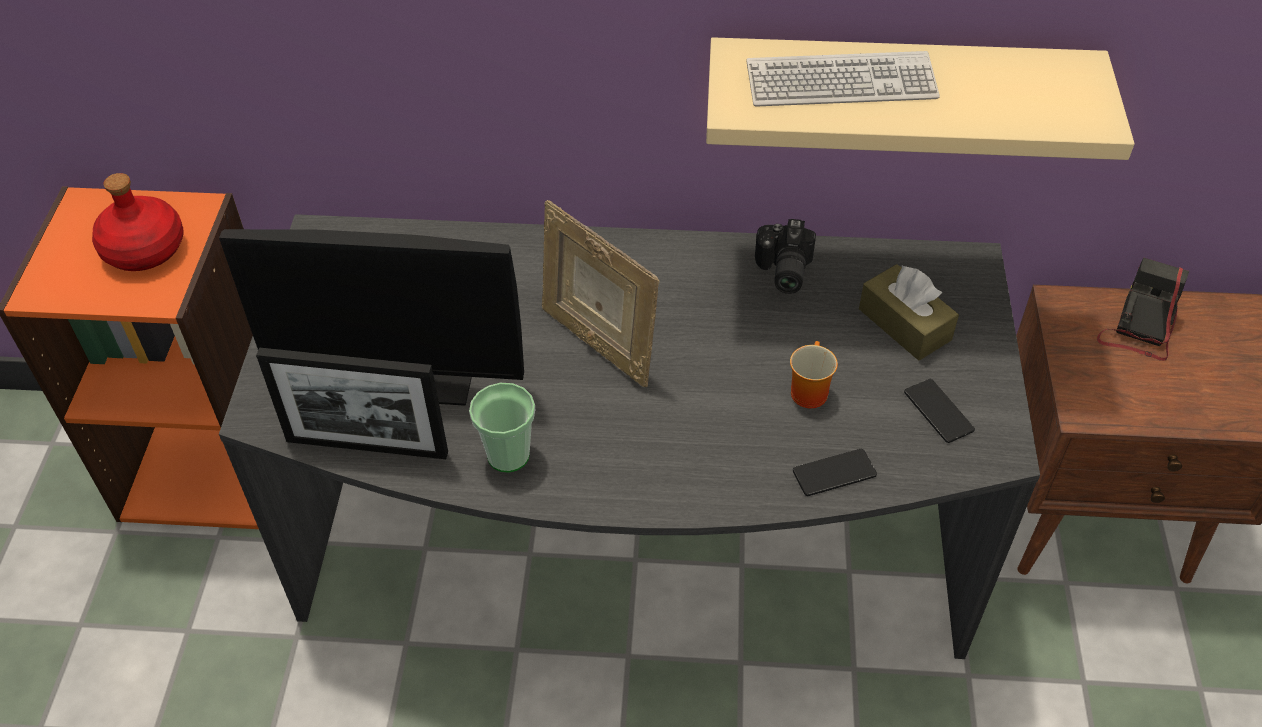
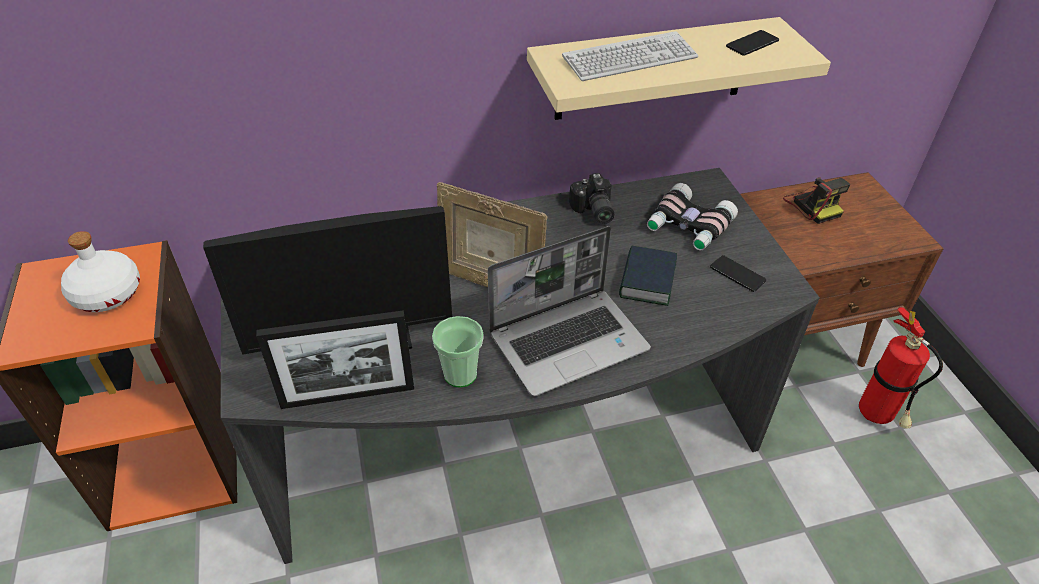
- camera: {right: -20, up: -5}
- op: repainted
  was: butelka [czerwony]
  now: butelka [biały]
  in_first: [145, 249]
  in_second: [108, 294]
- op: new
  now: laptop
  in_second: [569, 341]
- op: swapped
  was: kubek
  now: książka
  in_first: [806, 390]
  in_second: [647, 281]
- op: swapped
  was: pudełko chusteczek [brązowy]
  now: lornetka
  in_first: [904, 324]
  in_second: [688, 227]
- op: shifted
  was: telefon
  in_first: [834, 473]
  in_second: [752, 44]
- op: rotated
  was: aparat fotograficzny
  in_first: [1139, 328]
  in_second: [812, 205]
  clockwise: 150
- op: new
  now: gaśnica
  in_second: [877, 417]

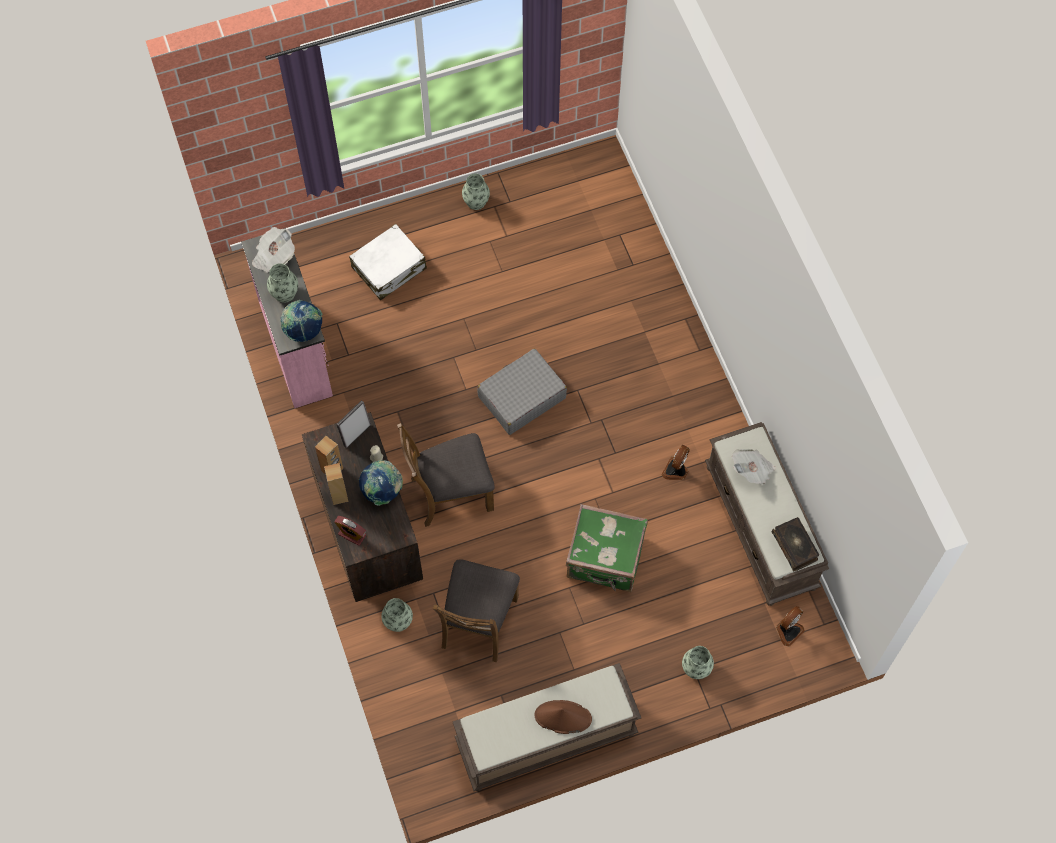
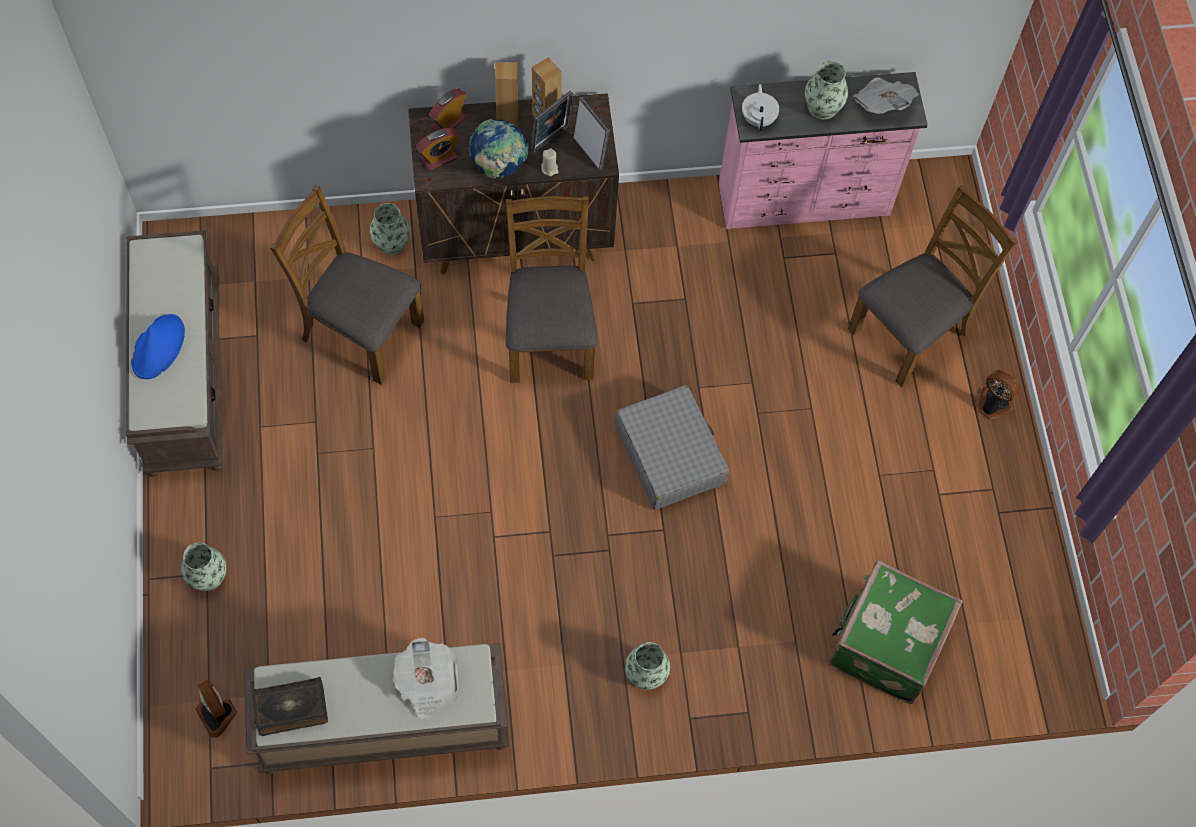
- camera: {right: 100, up: 0}
- op: repainted
  was: kapelusz [brązowy]
  now: kapelusz [niebieski]
  in_first: [562, 717]
  in_second: [158, 347]
- op: new
  now: budzik
  in_second: [439, 158]
- op: new
  now: ramka na zdjęcie
  in_second: [551, 140]
- op: shifted
  was: wazon
  in_first: [476, 201]
  in_second: [646, 674]
- op: swapped
  was: globus
  now: imbryk [biały]
  in_first: [304, 331]
  in_second: [759, 118]
- op: shifted
  was: walizka [zielony]
  in_first: [605, 559]
  in_second: [885, 644]
- op: swapped
  was: walizka [biały]
  now: krzesło [brązowy]
  in_first: [389, 268]
  in_second: [910, 332]
- op: shifted
  was: wentylator
  in_first: [676, 470]
  in_second: [992, 405]

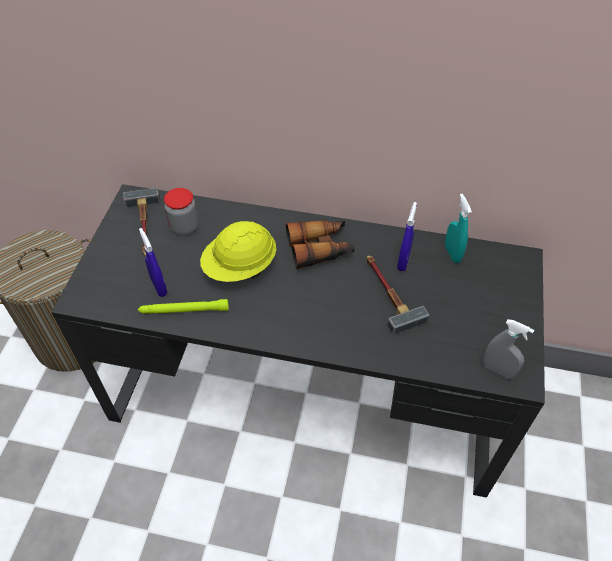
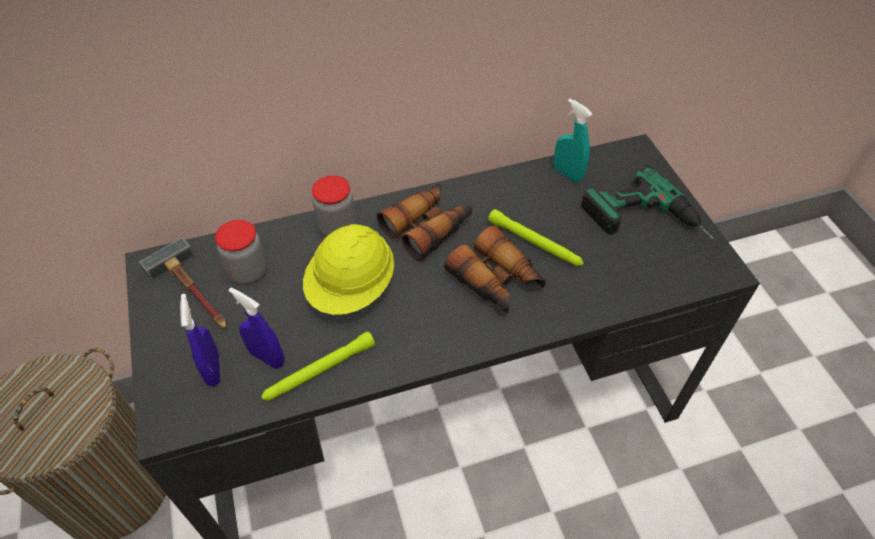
- camera: {right: -30, up: 0}
- op: shifted
  was: spryskiwacz [niebieski]
  in_first: [403, 261]
  in_second: [213, 370]
- op: new
  now: słoik
  in_second: [337, 227]
- op: new
  now: lornetka
  in_second: [497, 282]
- op: swapped
  was: młotek
  now: latarka [zielony]
  in_first: [388, 293]
  in_second: [535, 243]
- op: new
  now: wiertarka
  in_second: [647, 222]
- op: gone
  was: spryskiwacz [szary]
  in_first: [498, 370]

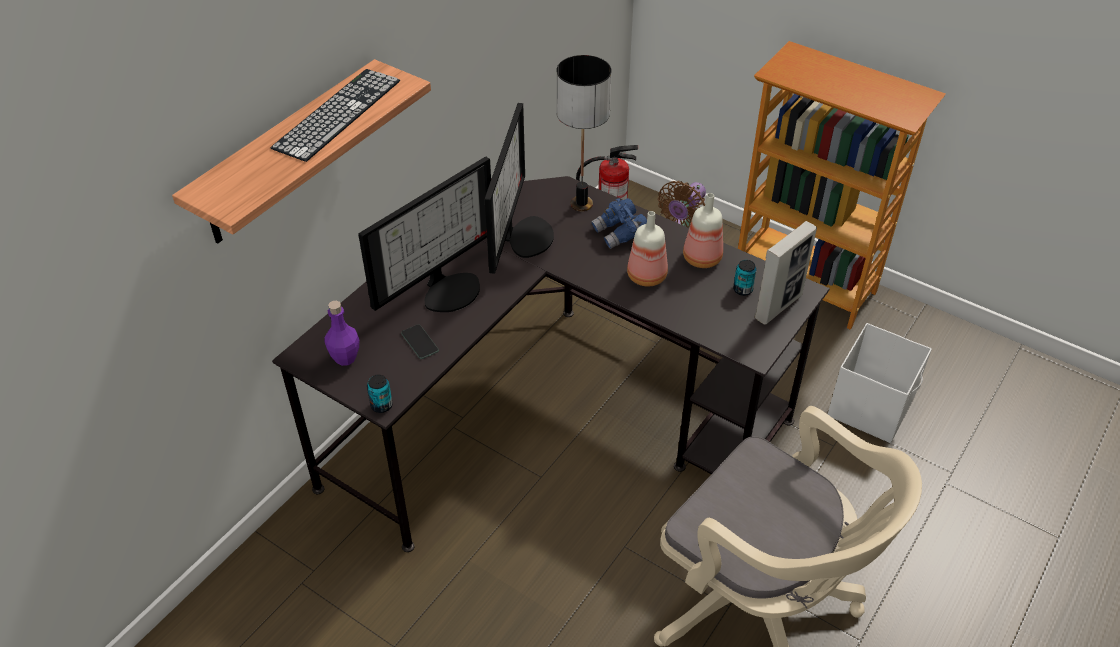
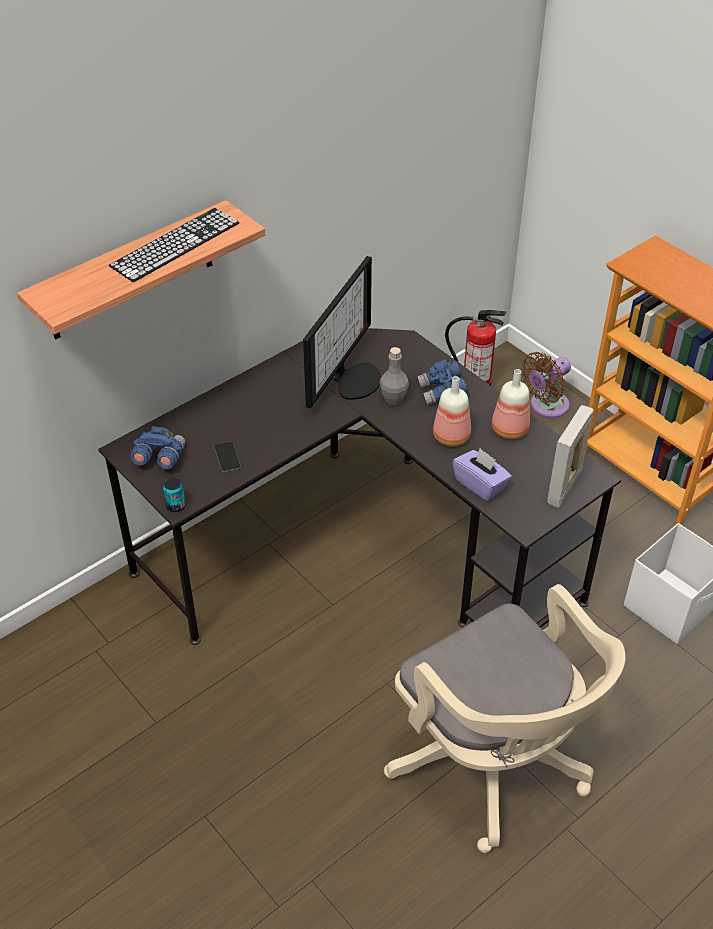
- camera: {right: 15, up: 0}
- op: swapped
  was: butelka [fioletowy]
  now: lornetka [niebieski]
  in_first: [345, 358]
  in_second: [159, 458]
- op: new
  now: butelka [szary]
  in_second: [393, 399]
- op: new
  now: pudełko chusteczek [fioletowy]
  in_second: [480, 485]
- op: rotated
  was: ramka na zdjęcie
  in_first: [778, 307]
  in_second: [564, 488]
  clockwise: 150
- op: gone
  was: monitor
  in_first: [448, 289]
- op: gone
  was: lampa stołowa
  in_first: [581, 204]
- op: gone
  was: puszka
  in_first: [742, 290]

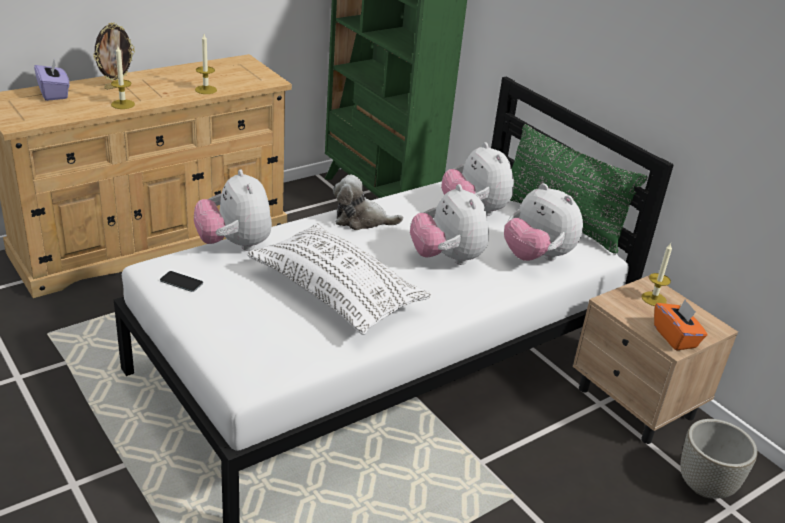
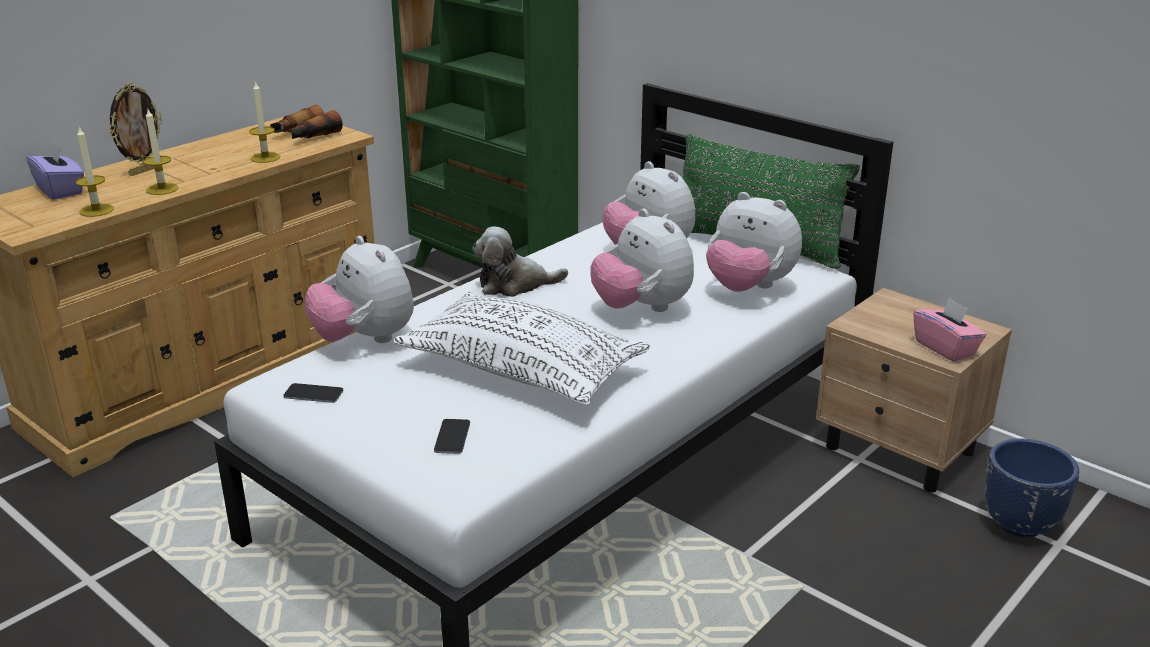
- camera: {right: -10, up: -5}
- op: shifted
  was: świeca
  in_first: [654, 299]
  in_second: [96, 210]
- op: new
  now: lornetka
  in_second: [305, 135]
- op: new
  now: telefon
  in_second: [452, 437]
- op: repainted
  was: pudełko chusteczek [pomarańczowy]
  now: pudełko chusteczek [różowy]
  in_first: [675, 337]
  in_second: [945, 348]
- op: repainted
  was: donica [szary]
  now: donica [niebieski]
  in_first: [706, 486]
  in_second: [1020, 525]

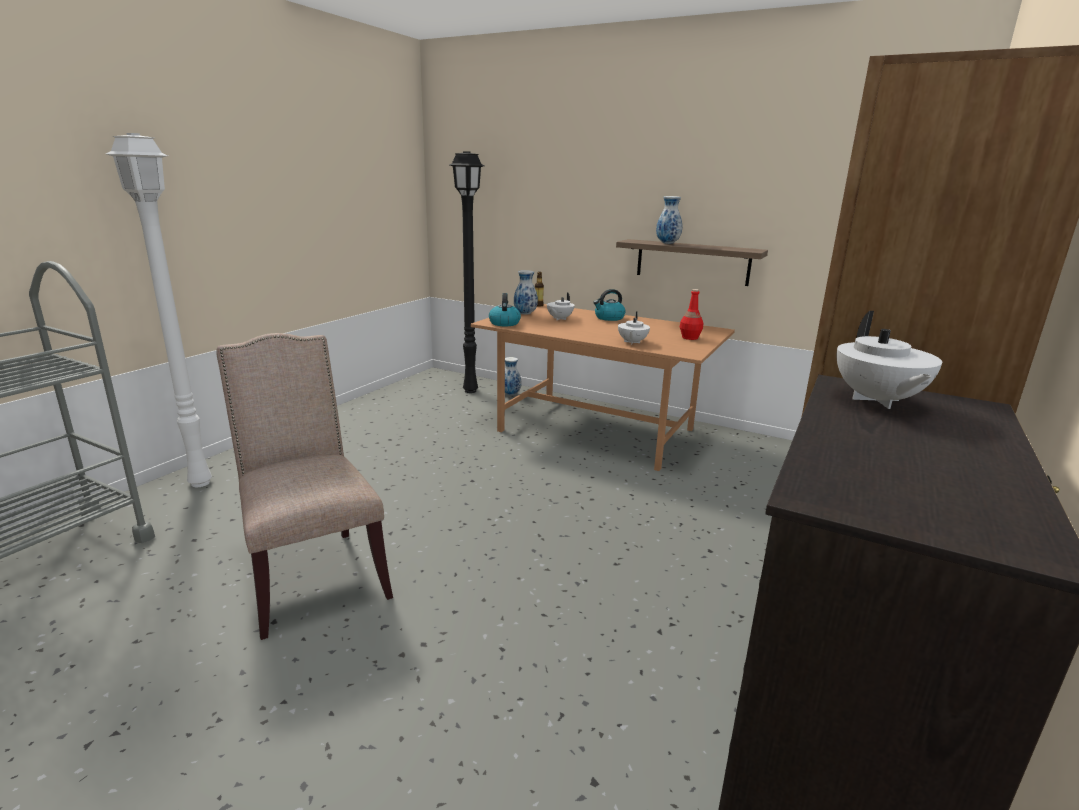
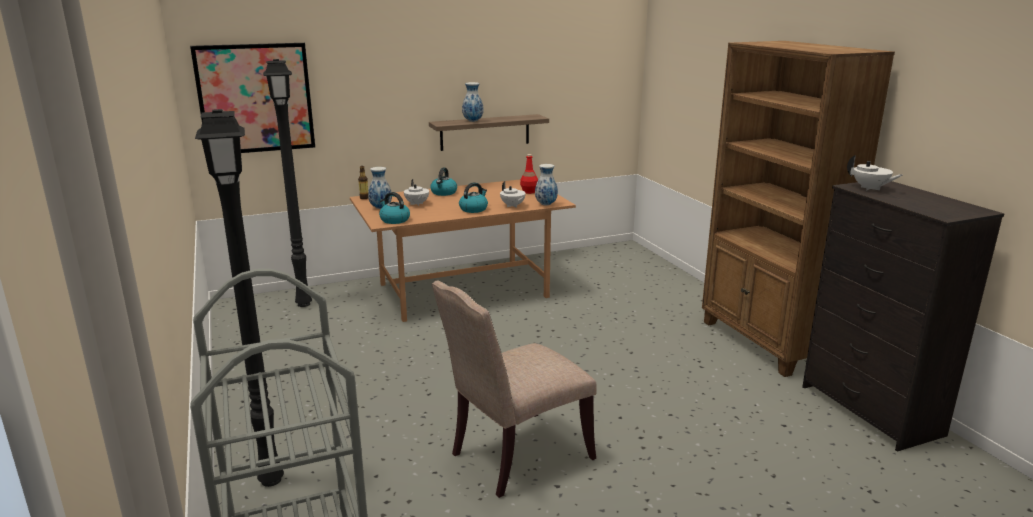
- camera: {right: -50, up: 0}
- op: new
  now: obraz
  in_second: [255, 98]
- op: repainted
  was: lampa stojąca [biały]
  now: lampa stojąca [czarny]
  in_first: [200, 484]
  in_second: [273, 481]
- op: rotated
  was: krzesło [beżowy]
  in_first: [313, 575]
  in_second: [516, 457]
  clockwise: -45
- op: new
  now: czajnik
  in_second: [473, 209]
- op: shifted
  was: wazon
  in_first: [510, 394]
  in_second: [546, 204]

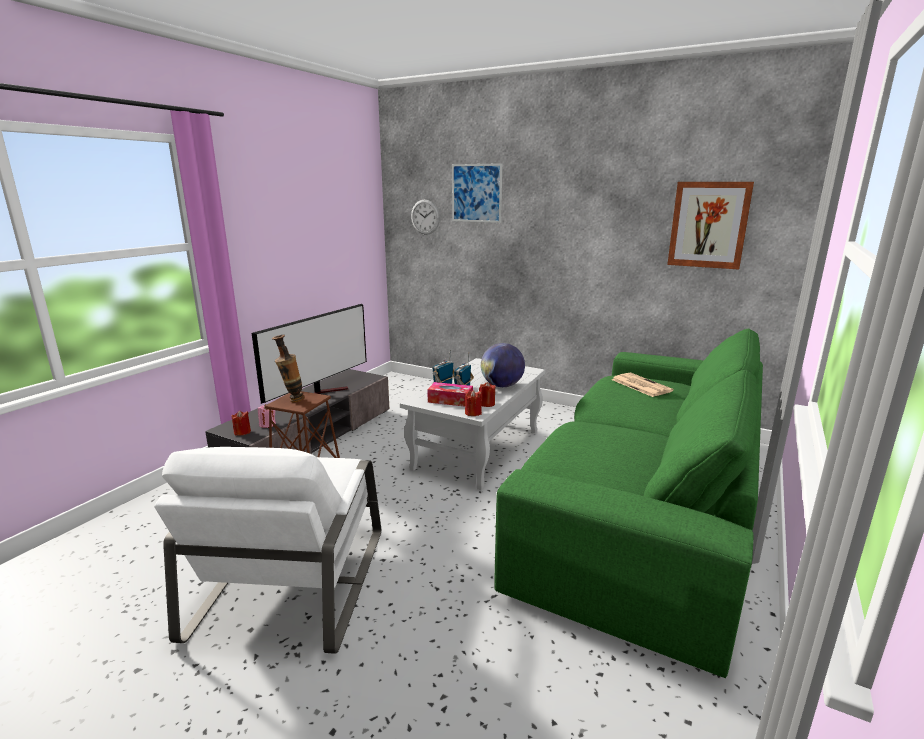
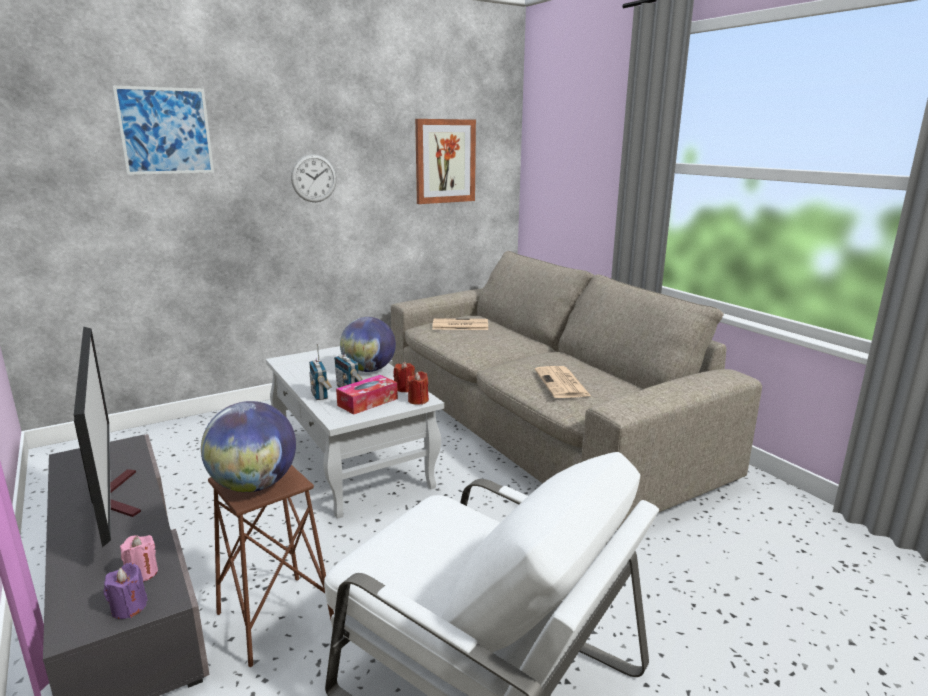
- camera: {right: -60, up: 0}
- op: repainted
  was: świeca [czerwony]
  now: świeca [fioletowy]
  in_first: [242, 432]
  in_second: [129, 607]
- op: swapped
  was: wazon
  now: globus
  in_first: [292, 400]
  in_second: [254, 485]
- op: shifted
  was: zegar ścienny
  in_first: [425, 217]
  in_second: [314, 178]
- op: repainted
  was: kanapa [zielony]
  now: kanapa [beżowy]
  in_first: [645, 502]
  in_second: [536, 422]
- op: new
  now: gazeta
  in_second: [562, 383]

